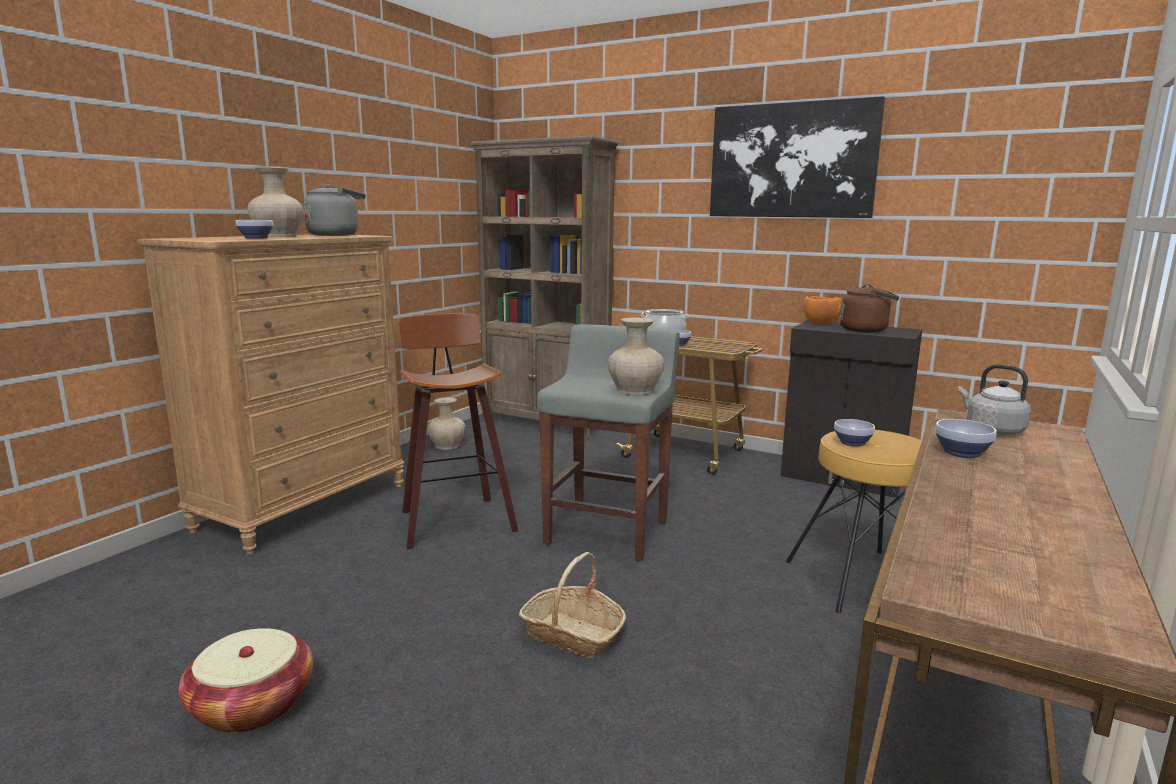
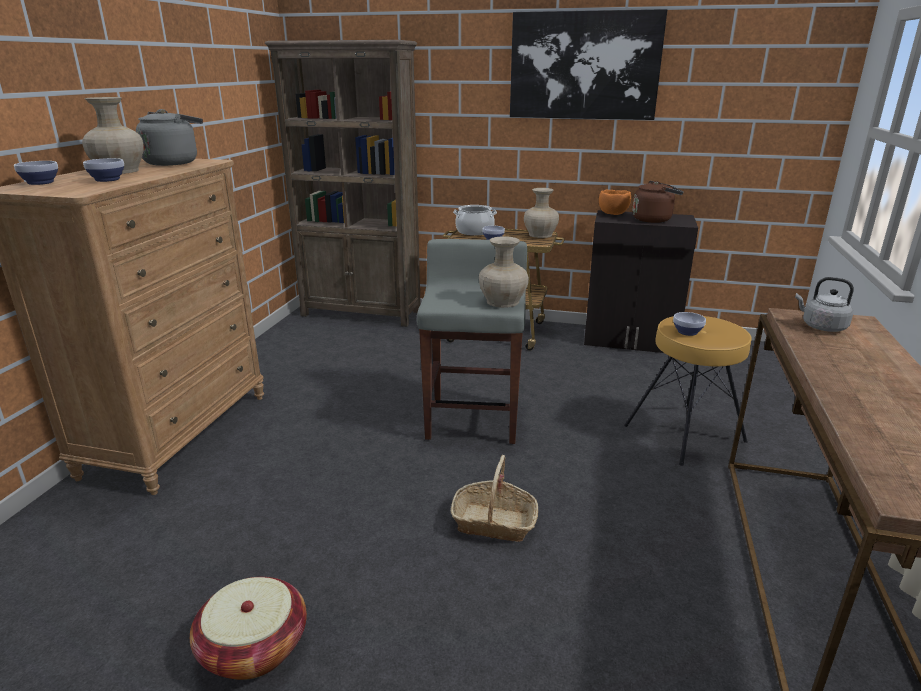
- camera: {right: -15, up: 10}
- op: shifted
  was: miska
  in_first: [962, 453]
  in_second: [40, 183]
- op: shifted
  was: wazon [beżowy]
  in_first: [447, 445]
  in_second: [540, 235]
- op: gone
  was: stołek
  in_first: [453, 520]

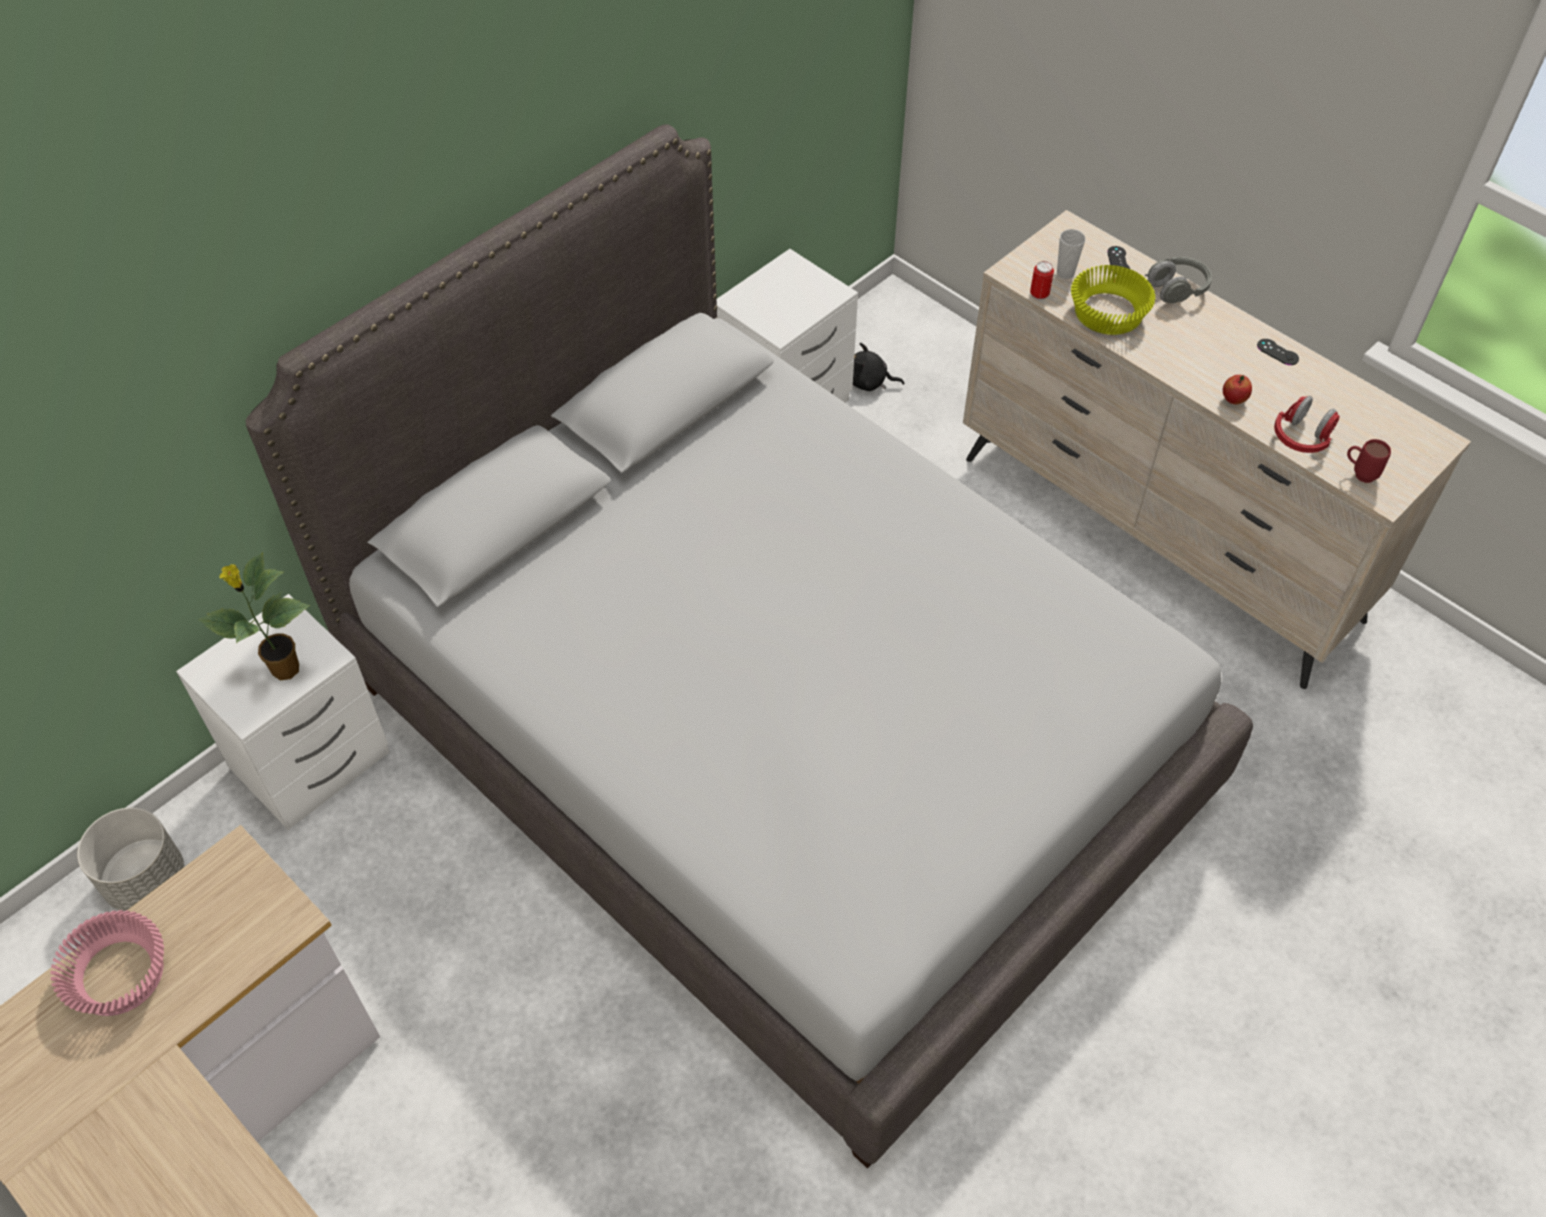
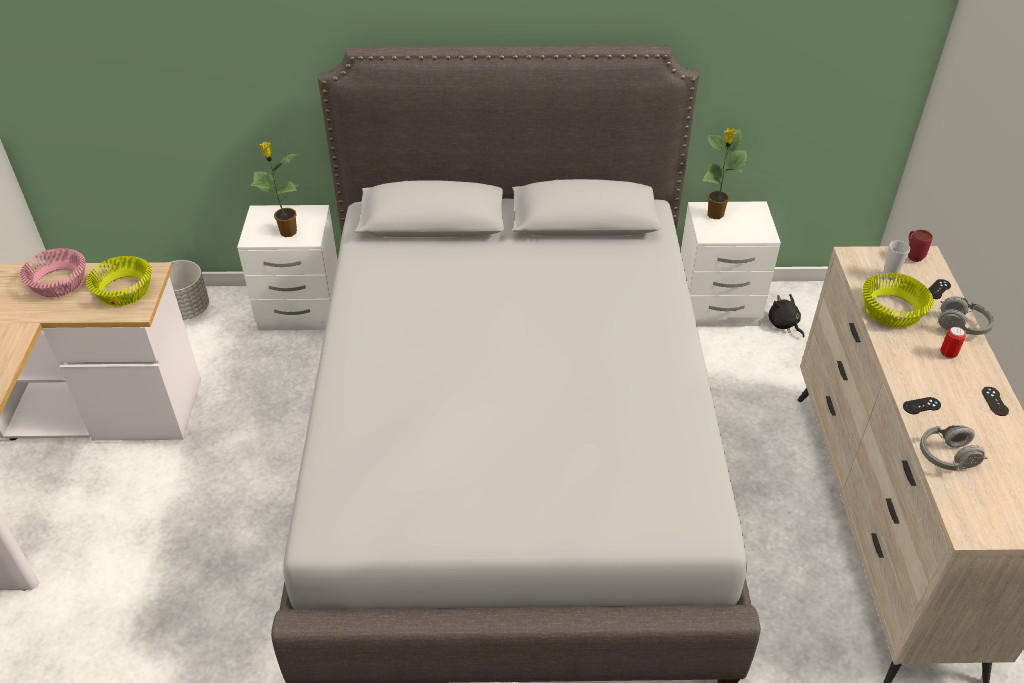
- camera: {right: 45, up: -10}
- op: new
  now: miska [żółty]
  in_second: [123, 291]
- op: new
  now: roślina doniczkowa
  in_second: [715, 215]
- op: swapped
  was: jabłko
  now: pad do gier [czarny]
  in_first: [1233, 399]
  in_second: [921, 406]
- op: shifted
  was: kubek [czerwony]
  in_first: [1359, 473]
  in_second: [912, 255]
- op: repainted
  was: słuchawki [czerwony]
  now: słuchawki [szary]
  in_first: [1302, 437]
  in_second: [946, 457]
- op: shifted
  was: puszka
  in_first: [1039, 295]
  in_second: [947, 354]

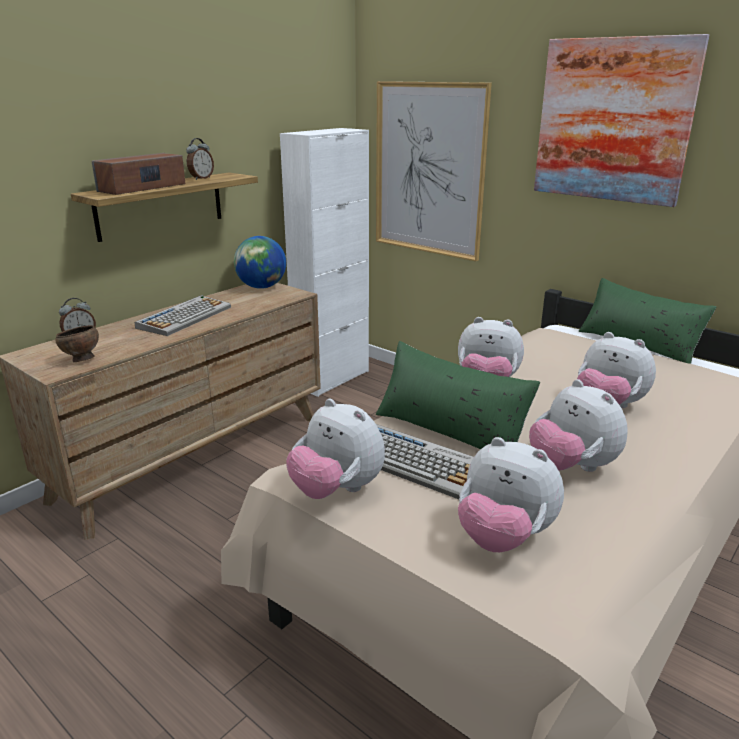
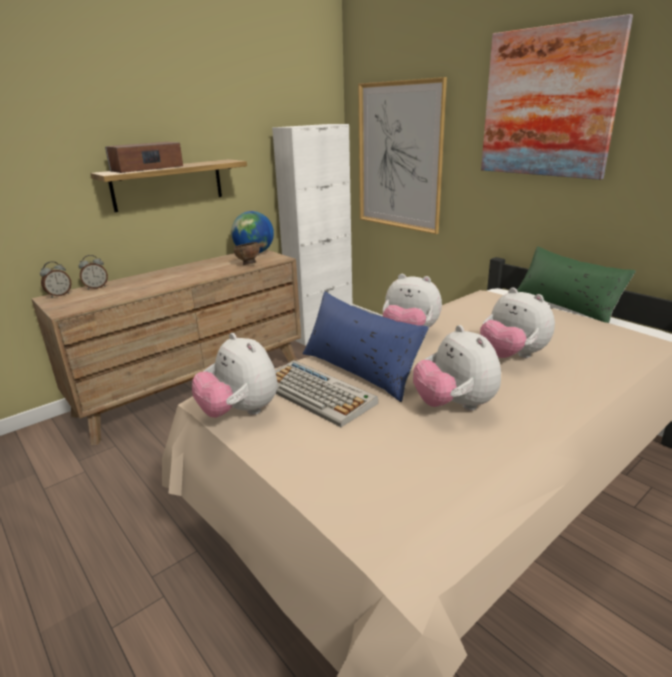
- camera: {right: 10, up: 0}
- op: shifted
  was: budzik
  in_first: [201, 178]
  in_second: [59, 295]
- op: shifted
  was: miska [brązowy]
  in_first: [81, 360]
  in_second: [248, 264]
- op: repainted
  was: poduszka [zielony]
  now: poduszka [niebieski]
  in_first: [450, 431]
  in_second: [359, 369]
- op: gone
  was: klawiatura
  in_first: [185, 317]
- op: gone
  was: pluszak
  in_first: [503, 538]

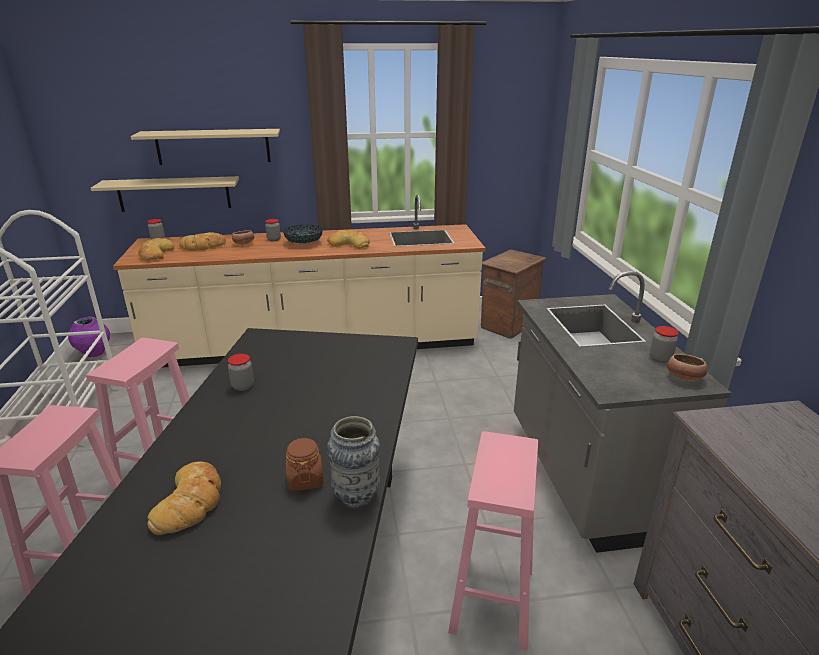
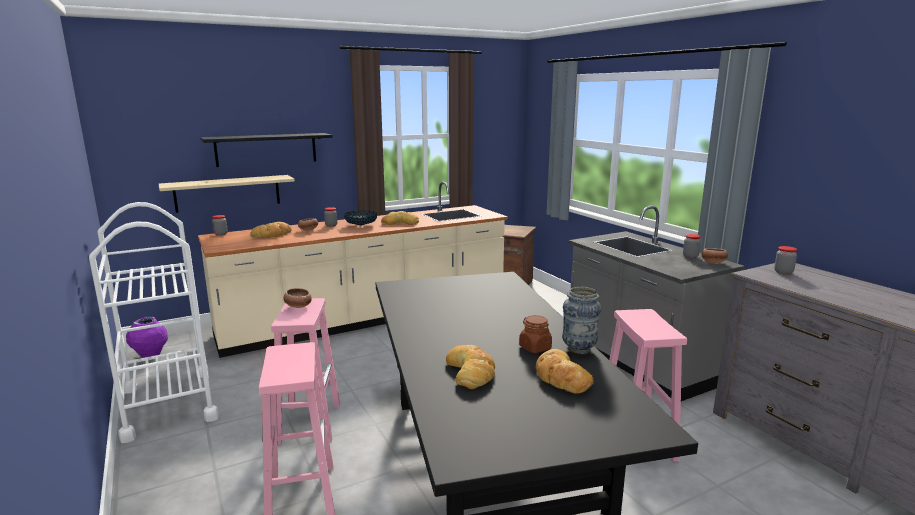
- camera: {right: -20, up: -10}
- op: repainted
  was: półka [beżowy]
  now: półka [czarny]
  in_first: [213, 146]
  in_second: [266, 149]
- op: new
  now: miska
  in_second: [298, 306]
- op: shifted
  was: chleb
  in_first: [155, 254]
  in_second: [561, 377]
- op: shifted
  was: słoik
  in_first: [243, 386]
  in_second: [783, 272]

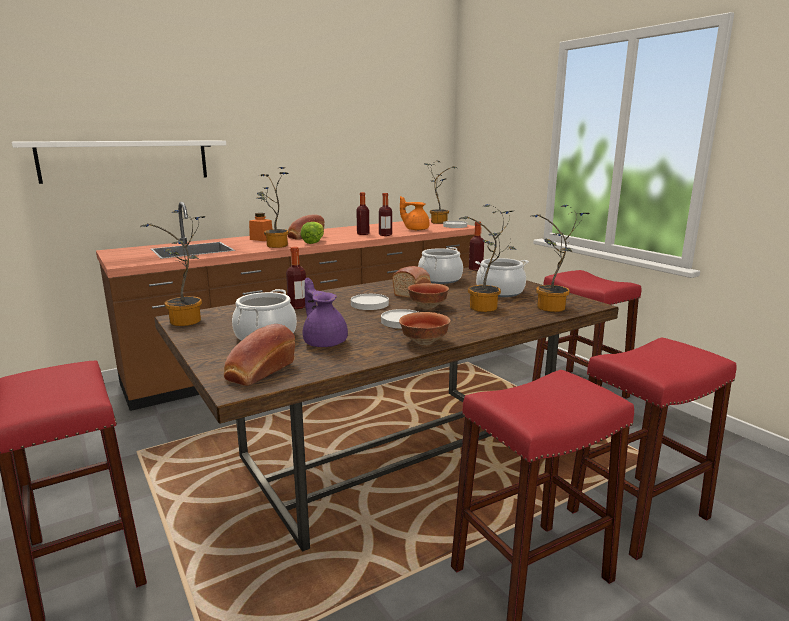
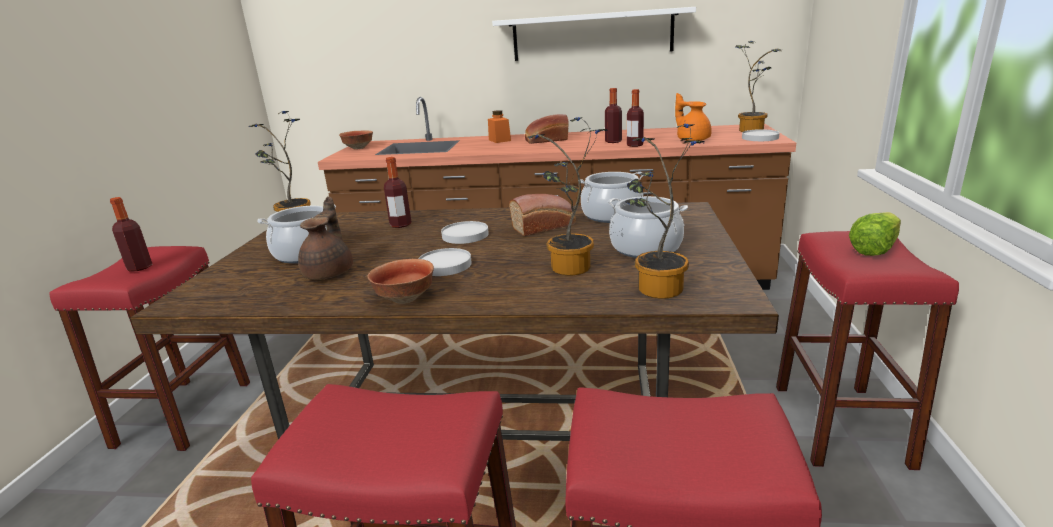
- camera: {right: 40, up: 5}
- op: shifted
  was: butelka
  in_first: [475, 269]
  in_second: [140, 267]
- op: repainted
  was: imbryk [fioletowy]
  now: imbryk [brązowy]
  in_first: [324, 342]
  in_second: [330, 272]
- op: shifted
  was: miska
  in_first: [427, 306]
  in_second: [358, 148]
- op: shifted
  was: półka [biały]
  in_first: [126, 160]
  in_second: [592, 35]
- op: shifted
  was: sałata
  in_first: [314, 242]
  in_second: [874, 249]
- op: gone
  was: chleb
  in_first: [259, 372]
- op: gone
  was: roślina doniczkowa
  in_first: [275, 246]

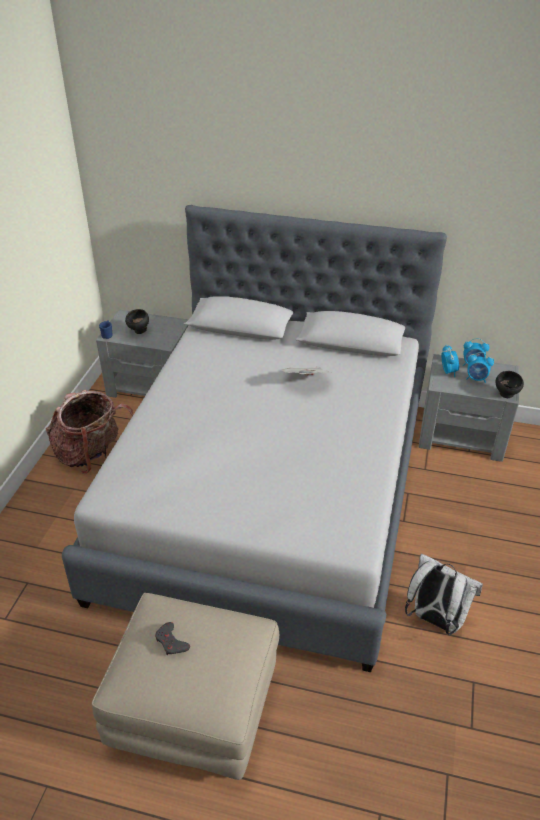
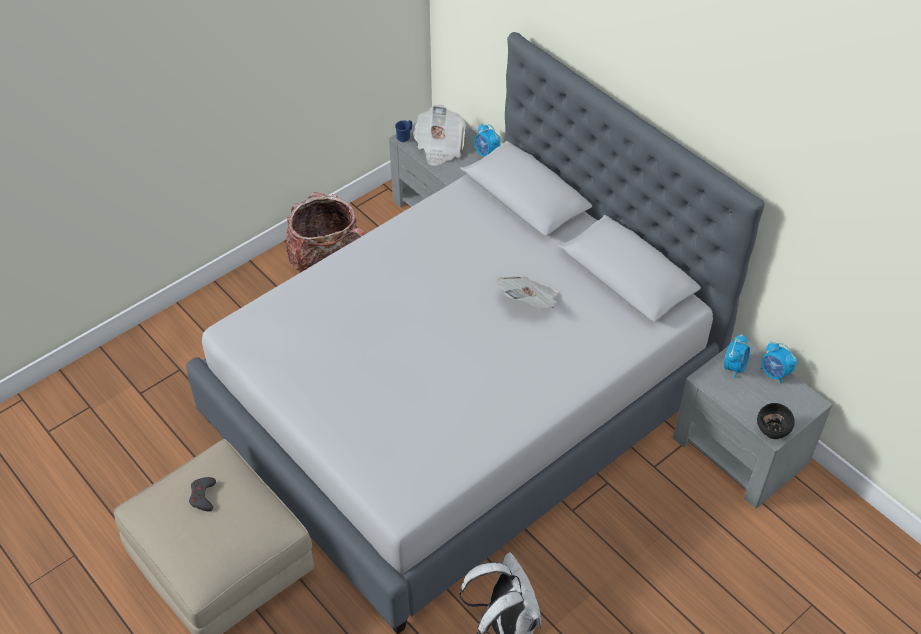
- camera: {right: 35, up: 10}
- op: swapped
  was: miska [czarny]
  now: gazeta
  in_first: [139, 331]
  in_second: [439, 147]
- op: shifted
  was: budzik
  in_first: [476, 379]
  in_second: [486, 154]

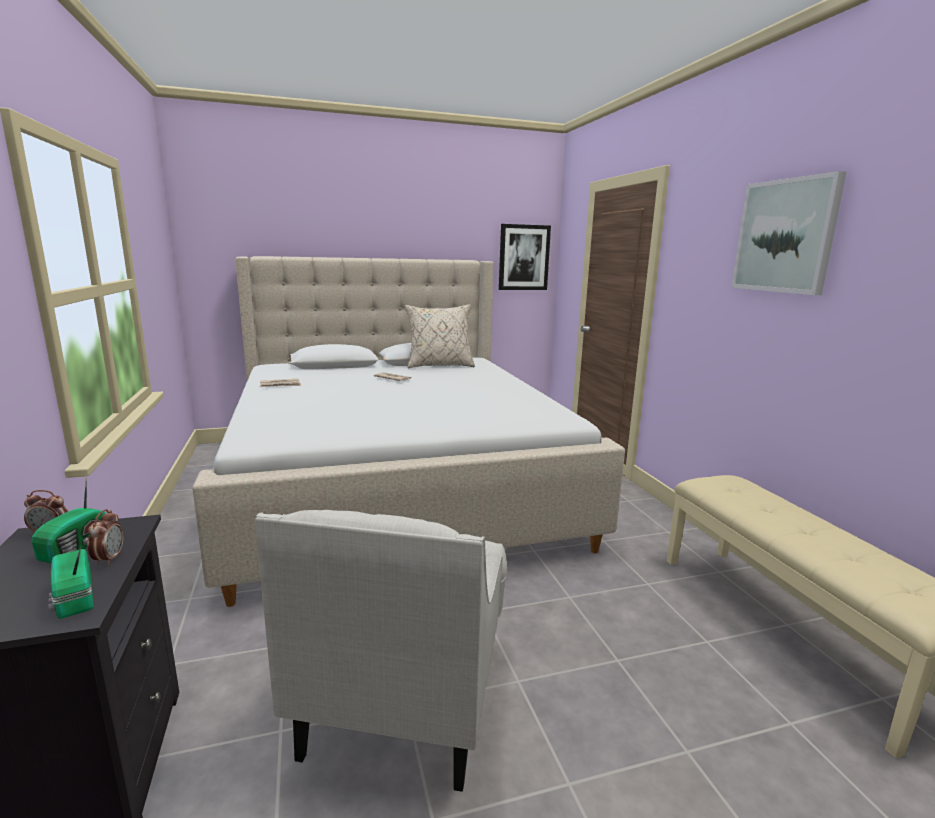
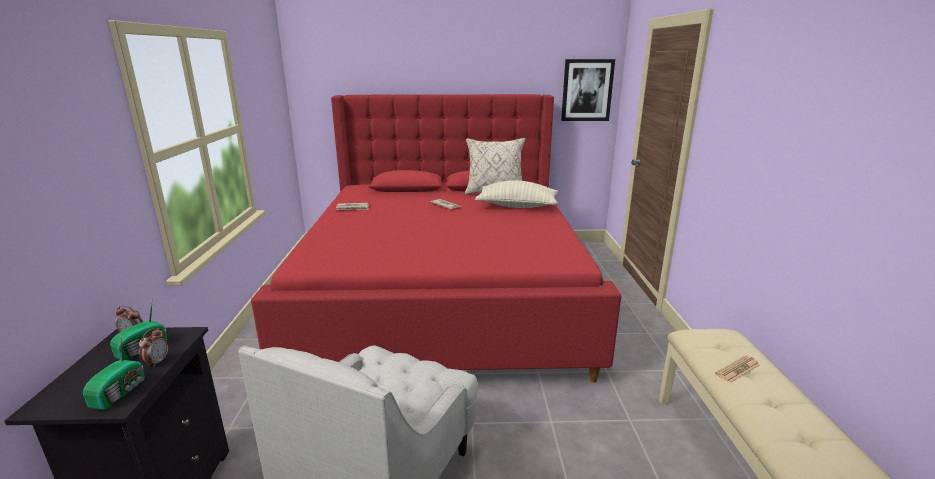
- camera: {right: 15, up: 5}
- op: rotated
  was: radio
  in_first: [73, 599]
  in_second: [121, 392]
  clockwise: -150
- op: repainted
  was: łóżko [beżowy]
  now: łóżko [czerwony]
  in_first: [396, 486]
  in_second: [444, 296]
- op: new
  now: poduszka [beżowy]
  in_second: [517, 206]
- op: new
  now: gazeta
  in_second: [737, 369]
- op: gone
  was: obraz
  in_first: [785, 236]

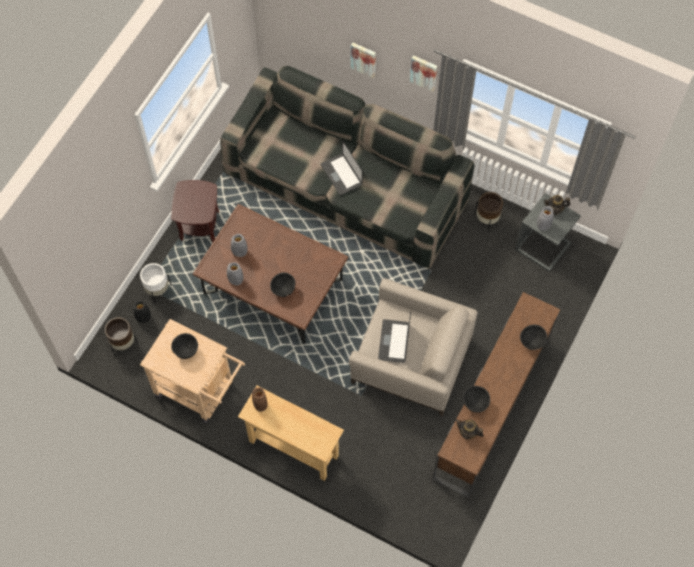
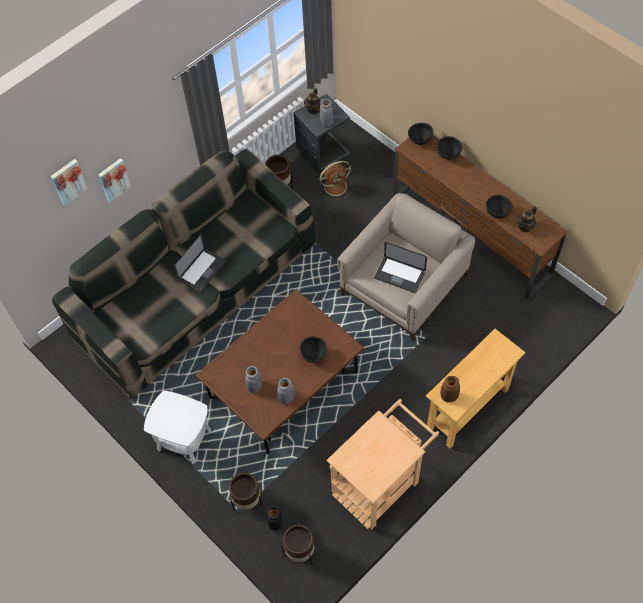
- camera: {right: -70, up: -5}
- op: shifted
  was: obraz
  in_first: [424, 72]
  in_second: [68, 181]
- op: repainted
  was: stolik [brązowy]
  now: stolik [biały]
  in_first: [199, 225]
  in_second: [184, 440]
- op: rotated
  was: laptop
  in_first: [341, 175]
  in_second: [202, 271]
  clockwise: -45
- op: repainted
  was: donica [biały]
  now: donica [brązowy]
  in_first: [157, 290]
  in_second: [247, 500]
- op: new
  now: wentylator [brązowy]
  in_second: [336, 186]
- op: shifted
  was: miska [czarny]
  in_first: [186, 351]
  in_second: [420, 141]

